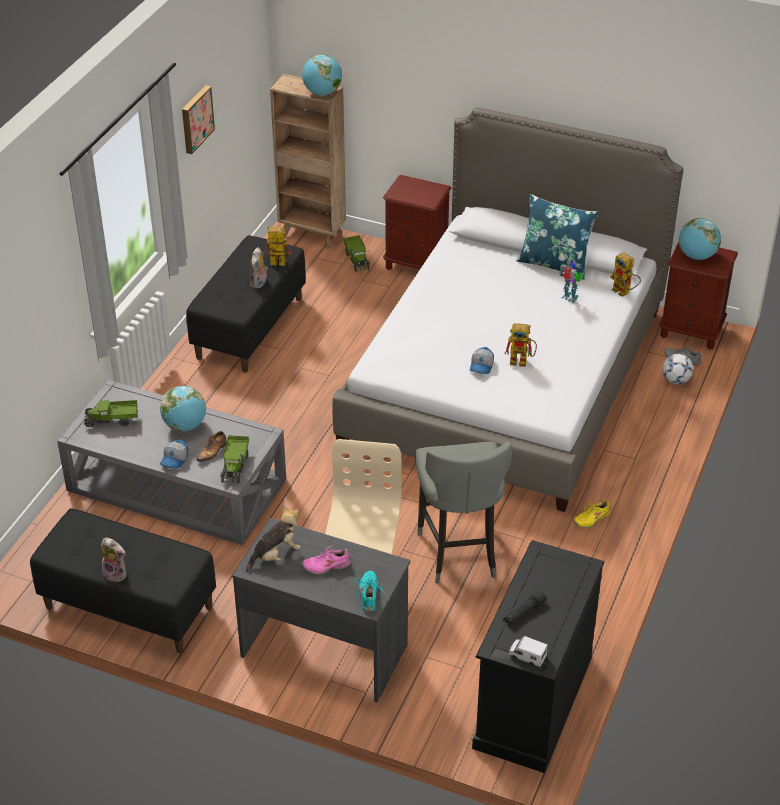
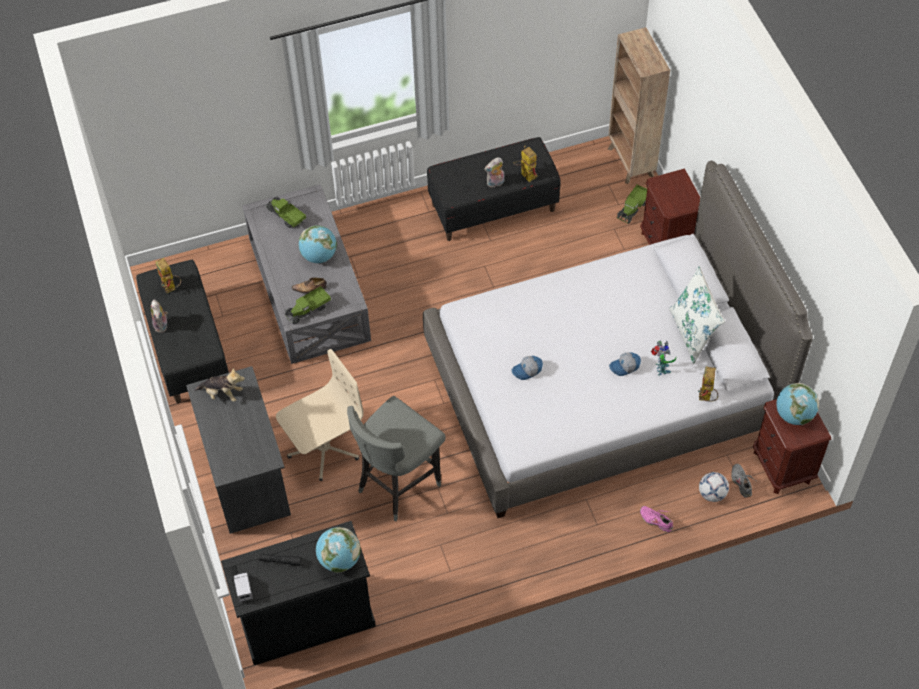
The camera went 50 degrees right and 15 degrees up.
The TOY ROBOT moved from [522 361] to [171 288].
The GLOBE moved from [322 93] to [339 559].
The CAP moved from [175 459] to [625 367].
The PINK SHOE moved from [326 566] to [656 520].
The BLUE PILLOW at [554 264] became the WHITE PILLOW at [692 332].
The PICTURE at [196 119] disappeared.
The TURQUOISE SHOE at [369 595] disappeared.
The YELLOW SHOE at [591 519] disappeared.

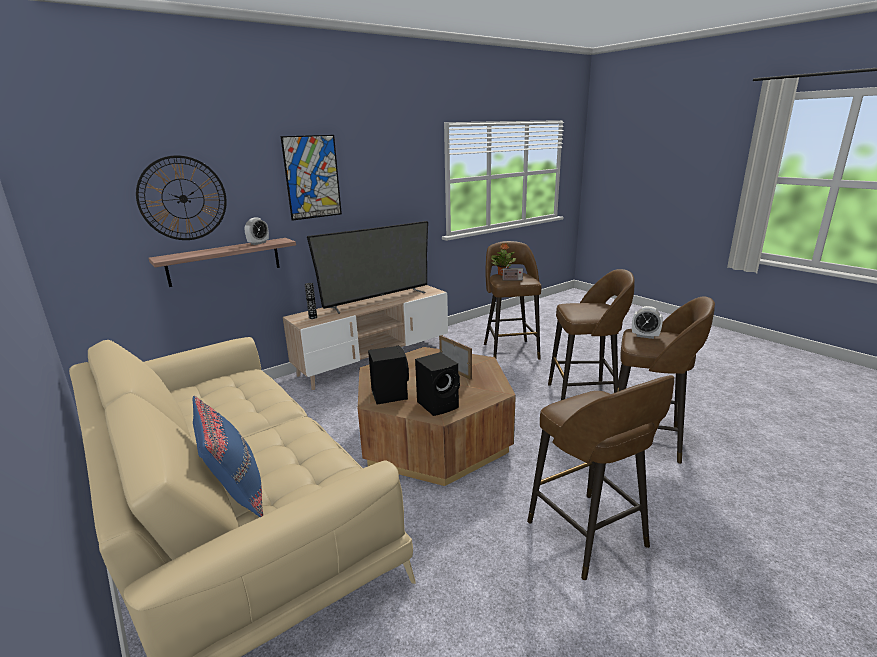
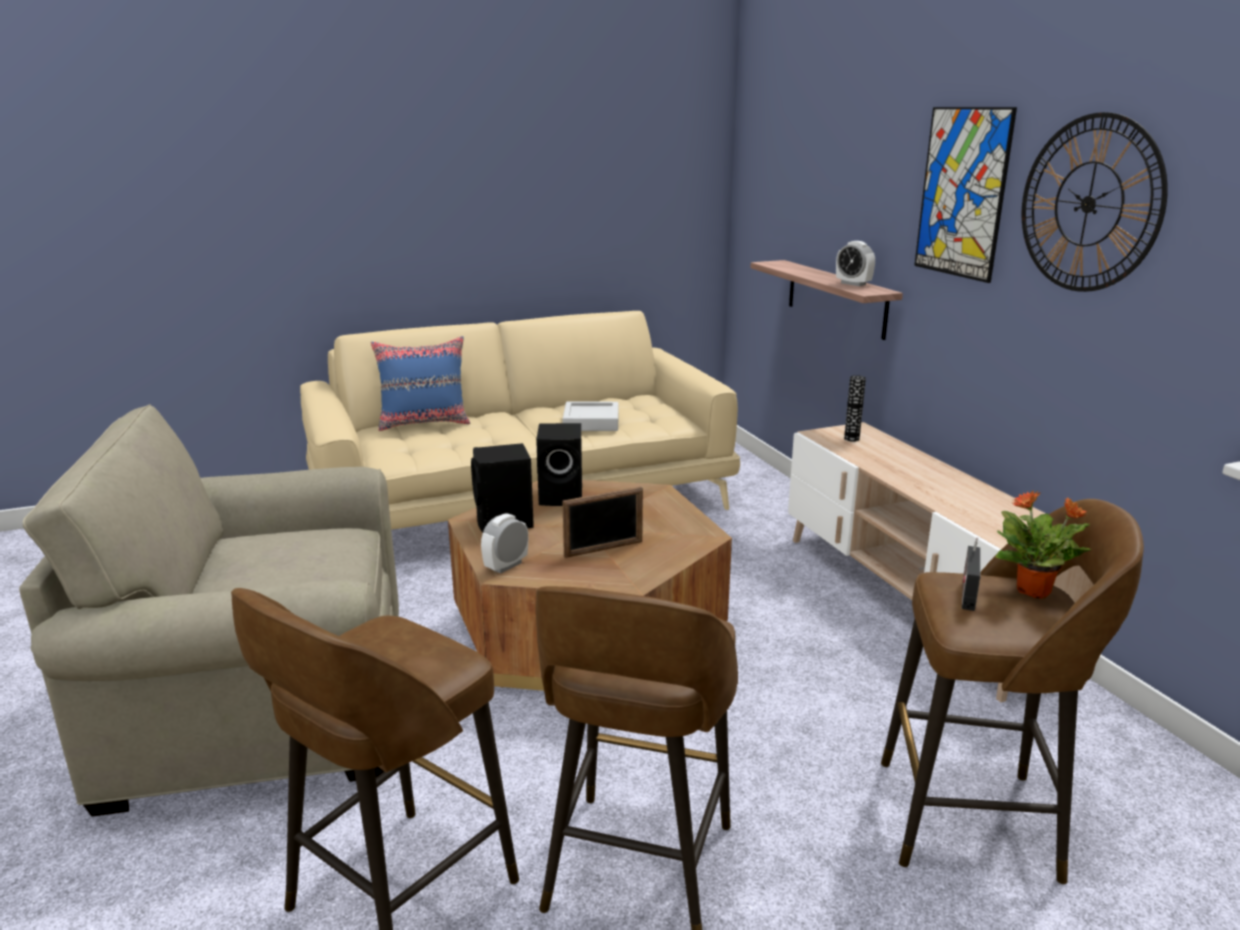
The camera went 105 degrees right and 0 degrees up.
The BROWN STOOL at [589 536] was replaced by the BEIGE ARMCHAIR at [265 706].
The ALARM CLOCK moved from [645 336] to [506 566].
The GREY TRAY at [591 422] appeared.
The WALL CLOCK moved from [183 198] to [1088 204].
The TELEVISION at [377 300] disappeared.

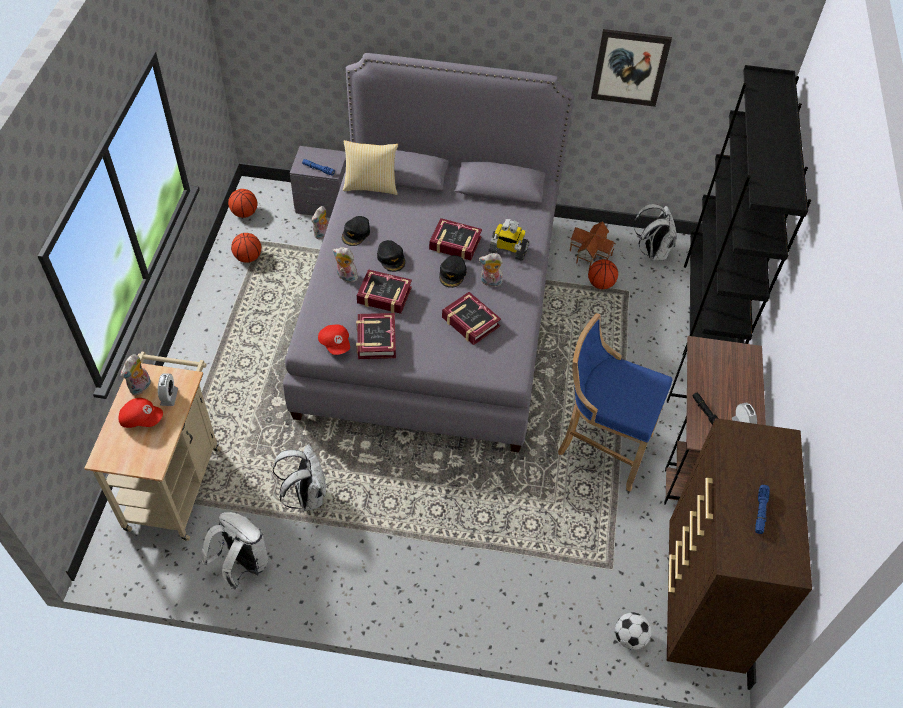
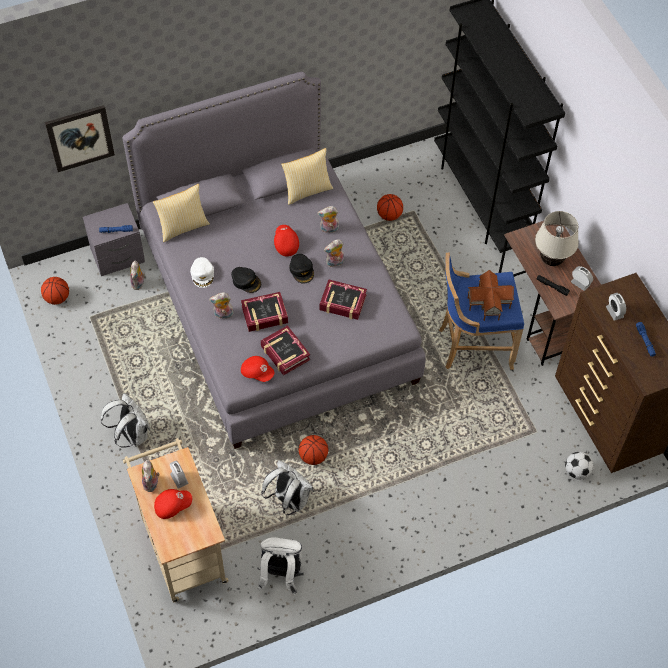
The camera went 30 degrees left and 5 degrees up.
The PICTURE moved from [630 67] to [80 138].
The WHITE BACKPACK moved from [652 252] to [131 435].
The BLACK CAP at [356 233] became the WHITE CAP at [202 274].
The BOOK at [455 243] was replaced by the RED CAP at [285 244].
The PILLOW at [307 190] appeared.
The BASKETBALL moved from [248 257] to [313 456].
The TOY ROBOT at [507 250] was replaced by the PLUSH TOY at [329 229].
The TOY HOUSE moved from [591 253] to [489 303].
The BEIGE TABLE LAMP at [551 260] appeared.
The ALARM CLOCK at [614 312] appeared.

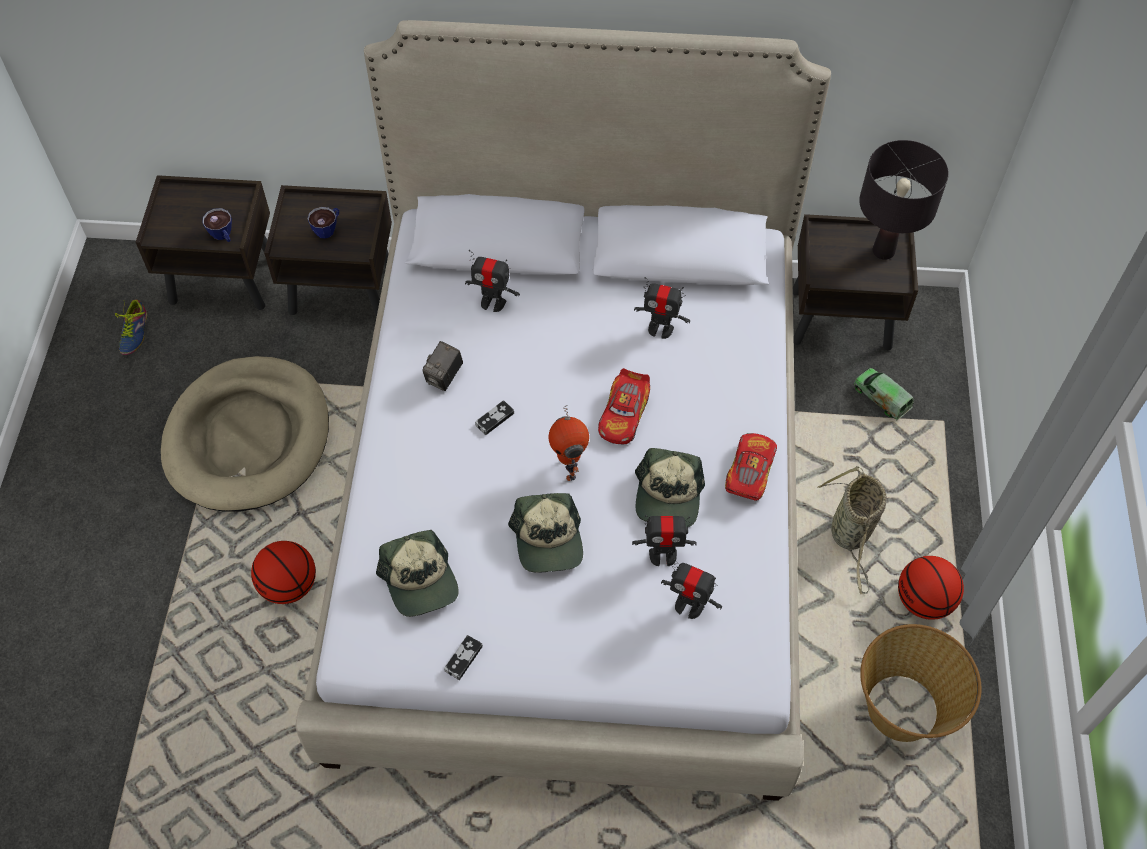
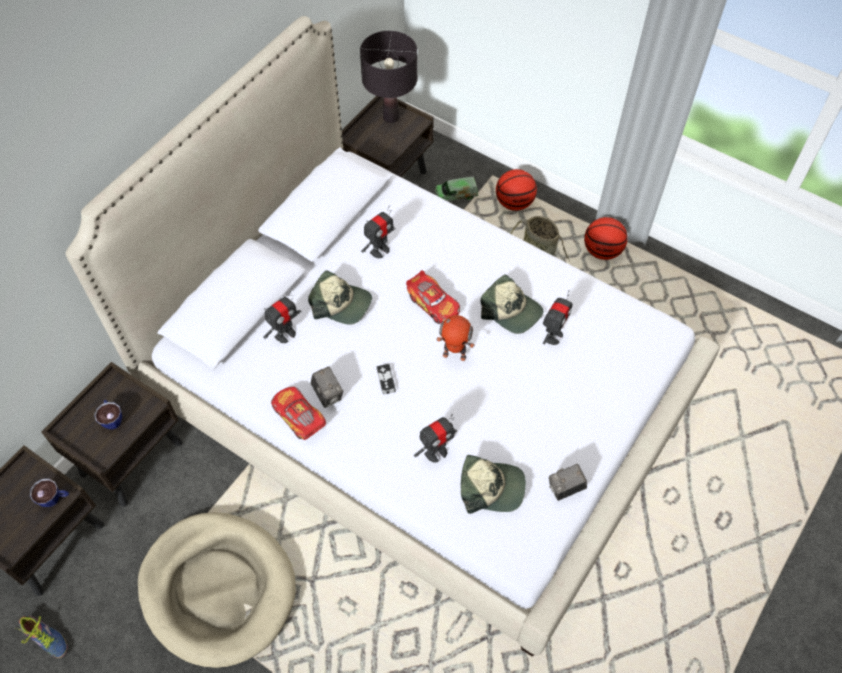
The camera went 60 degrees left and 0 degrees up.
The TOY CAR moved from [749 472] to [299 417].
The CAP moved from [548 540] to [341 304].
The TOY ROBOT moved from [689 606] to [436 452].
The BASKETBALL moved from [289 585] to [514 203].
The GAME CONTROLLER at [463 658] was replaced by the PHOTO CAMERA at [565 489].
The BASKET at [903 709] disappeared.

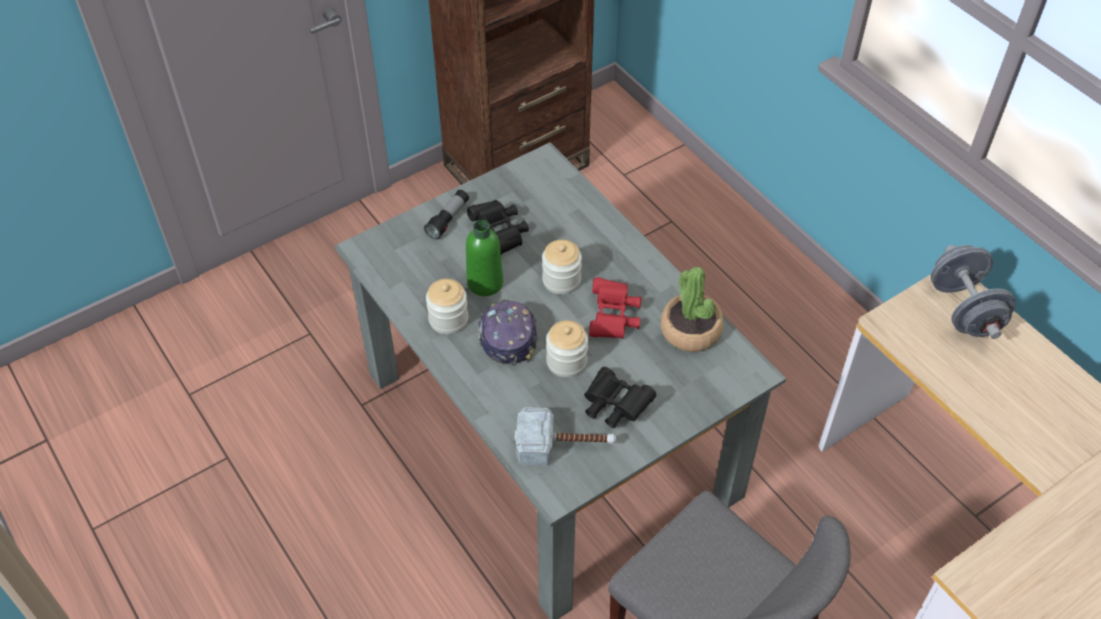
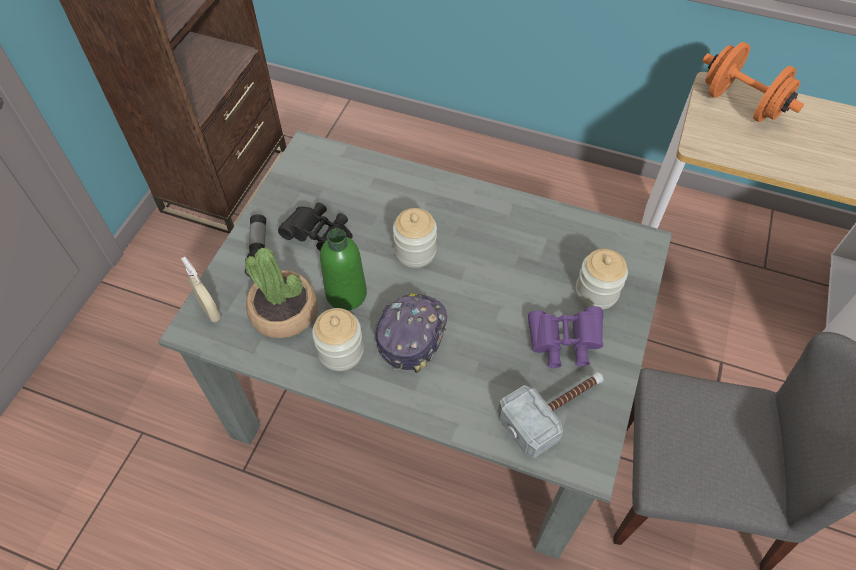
The camera went 35 degrees left and 5 degrees up.
The BEIGE SPRAY BOTTLE at [210 311] appeared.
The POTTED PLANT moved from [691 330] to [284 312].
The CAP at [507 336] turned 60 degrees clockwise.
The BLACK BINOCULARS at [614 406] became the PURPLE BINOCULARS at [563 343].
The JAR moved from [566 362] to [596 292].
The GREY DUMBBELL at [964 310] became the ORANGE DUMBBELL at [741 104].
The RED BINOCULARS at [613 318] disappeared.

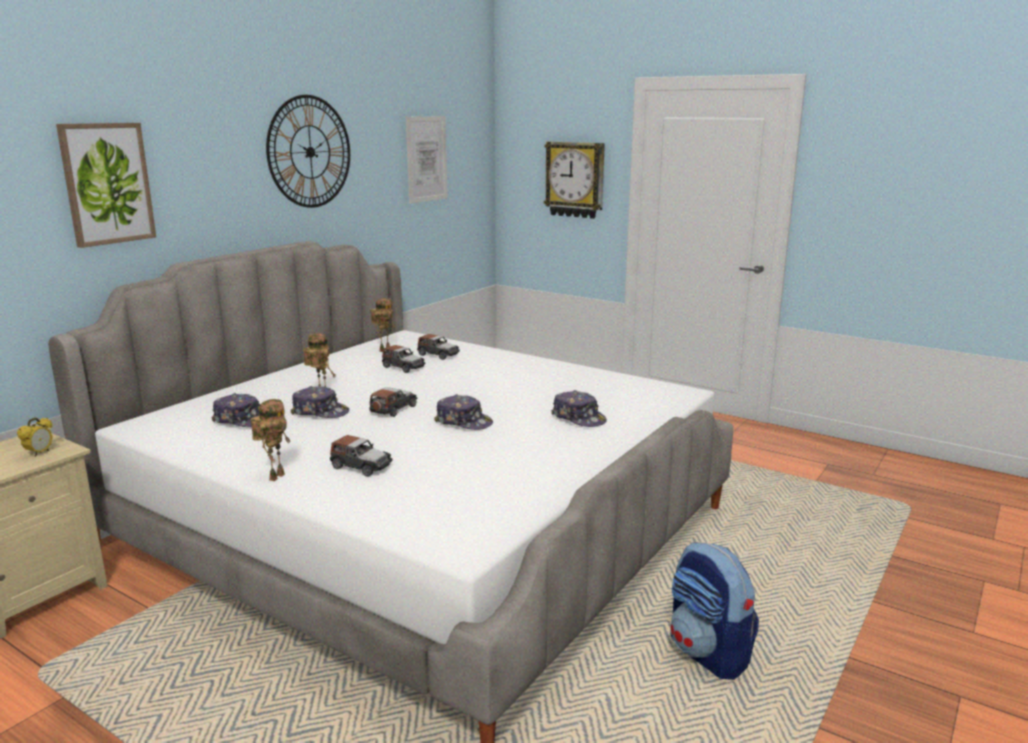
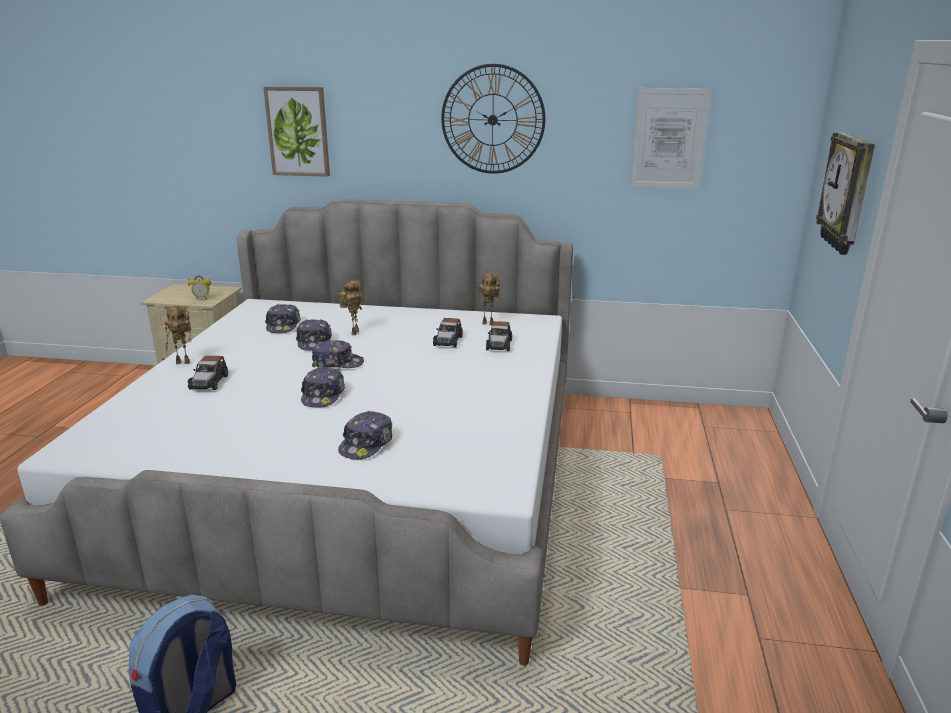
The camera went 65 degrees right and 5 degrees up.
The TOY CAR at [393 409] was replaced by the CAP at [337 363].

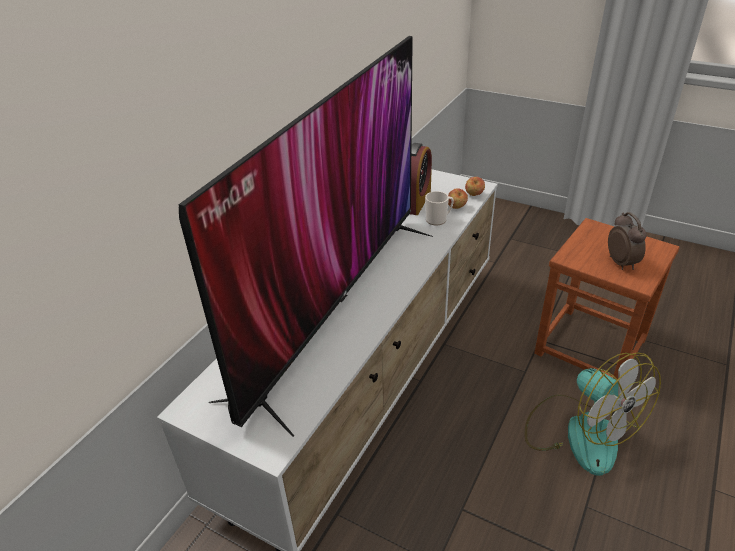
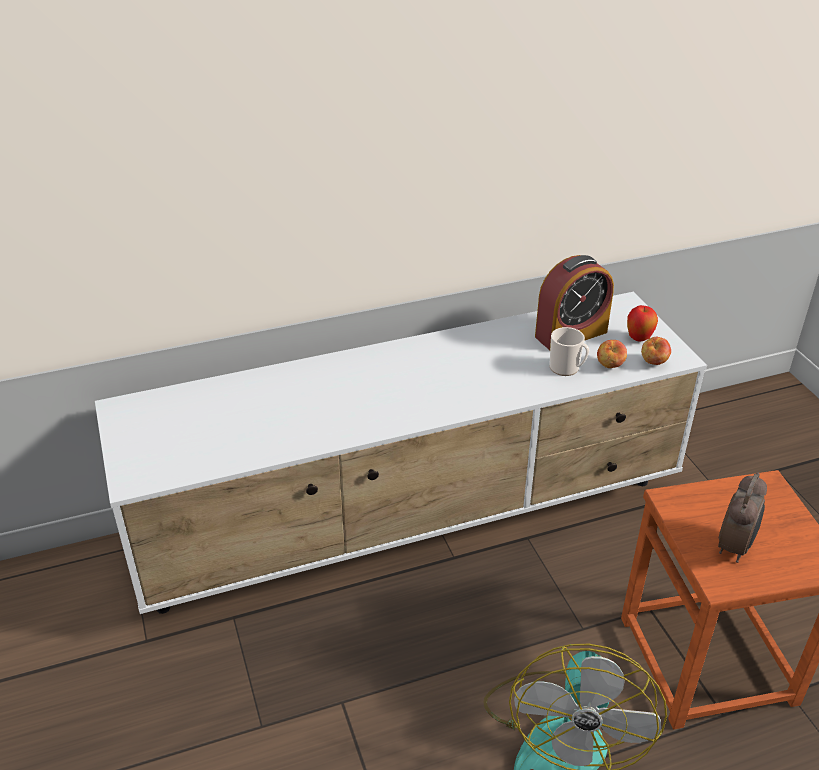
The camera went 40 degrees right and 0 degrees up.
The APPLE at [639 339] appeared.
The TELEVISION at [335 305] disappeared.

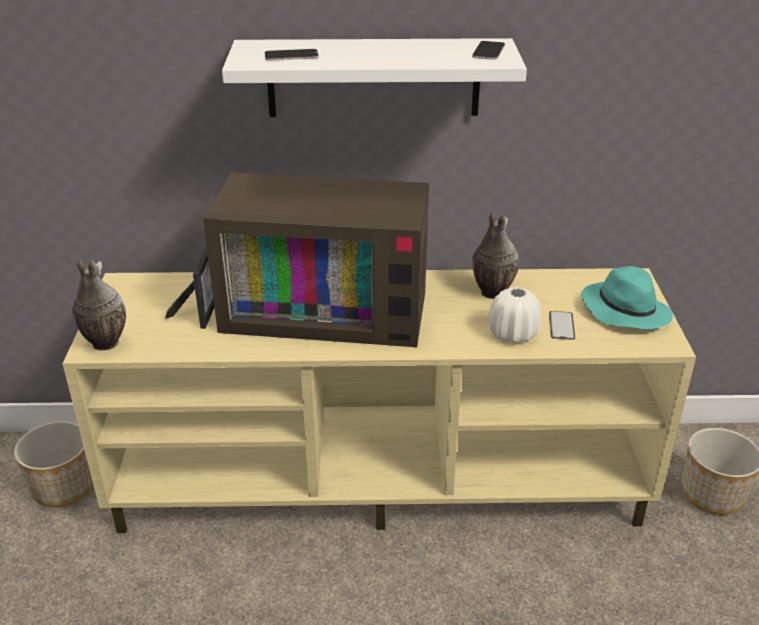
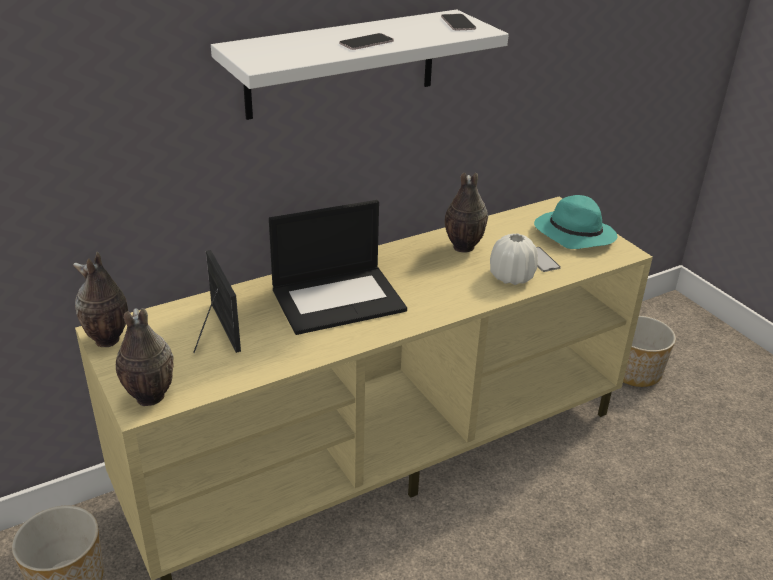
The camera went 30 degrees left and 0 degrees up.
The VASE at [107 340] appeared.
The TELEVISION at [328 308] was replaced by the LAPTOP at [339 299].
The PHONE moved from [291 56] to [366 42].

